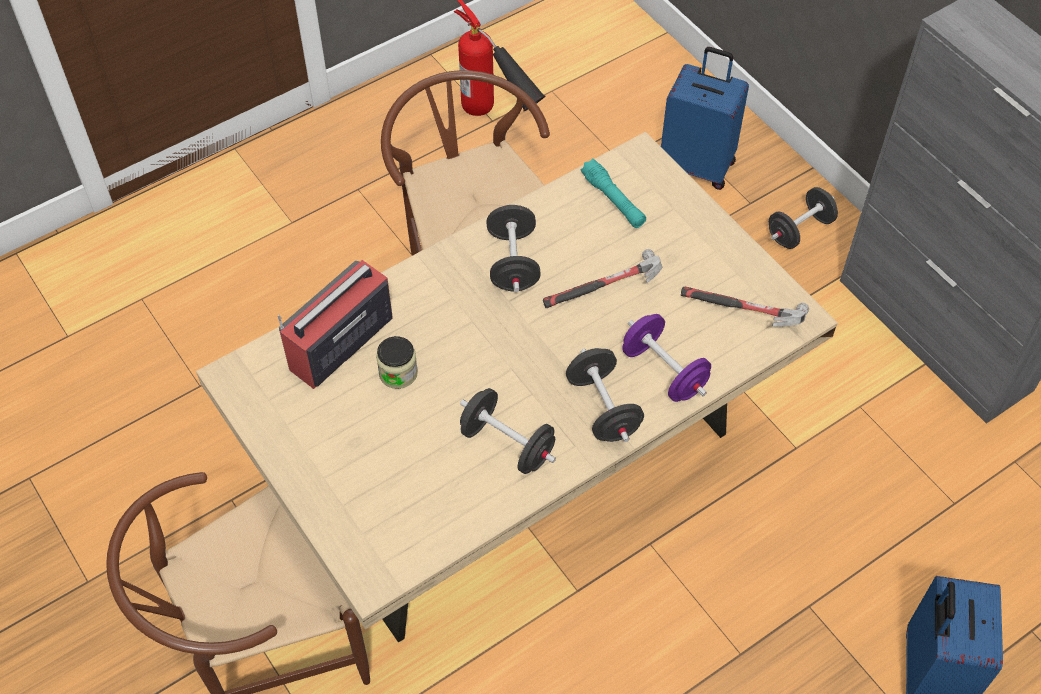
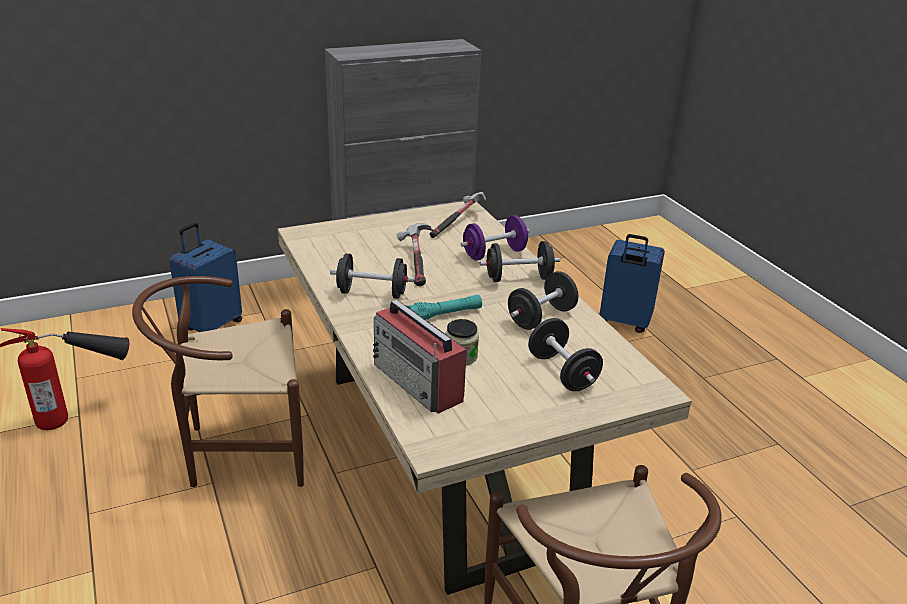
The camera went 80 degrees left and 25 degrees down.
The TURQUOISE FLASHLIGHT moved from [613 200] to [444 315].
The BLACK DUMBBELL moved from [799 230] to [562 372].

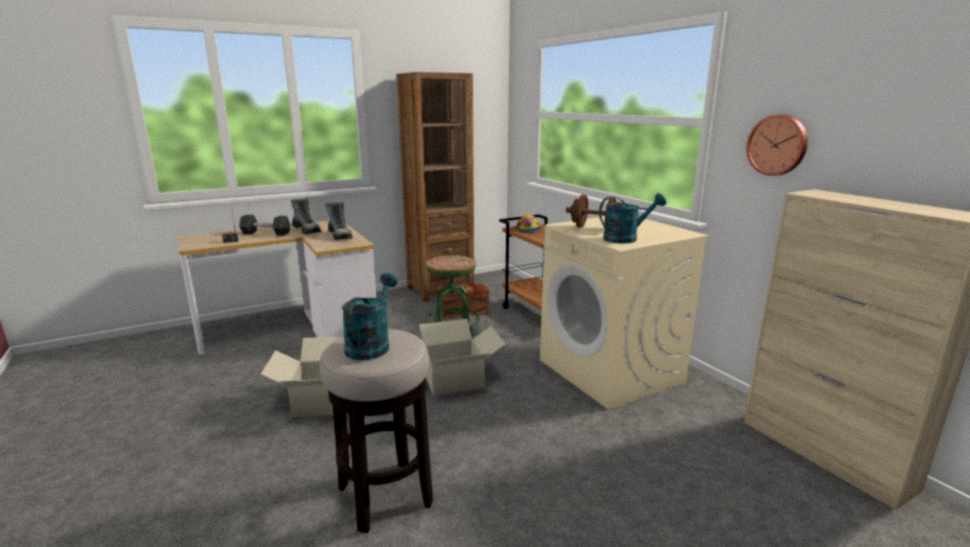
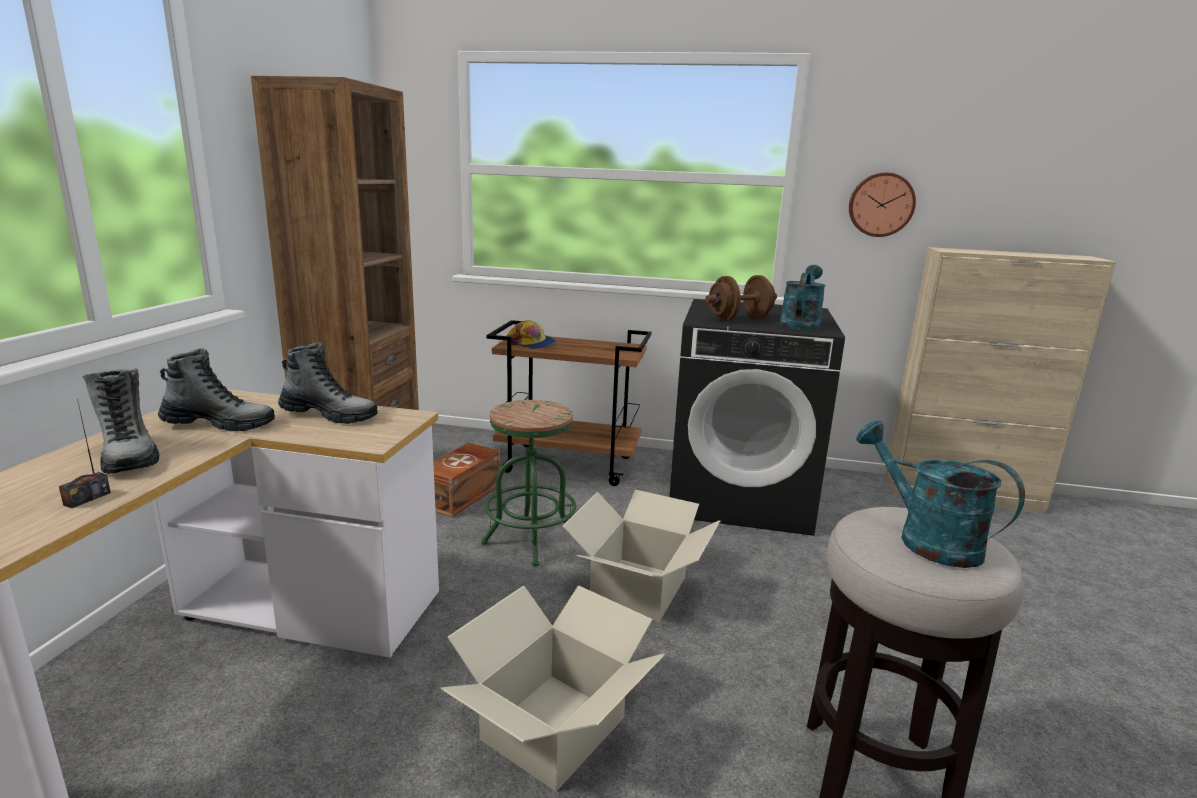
The camera went 50 degrees left and 0 degrees up.
The BLACK DUMBBELL at [266 233] was replaced by the BOOT at [129 455].
The BEIGE WASHING MACHINE at [611 371] became the BLACK WASHING MACHINE at [741 496].

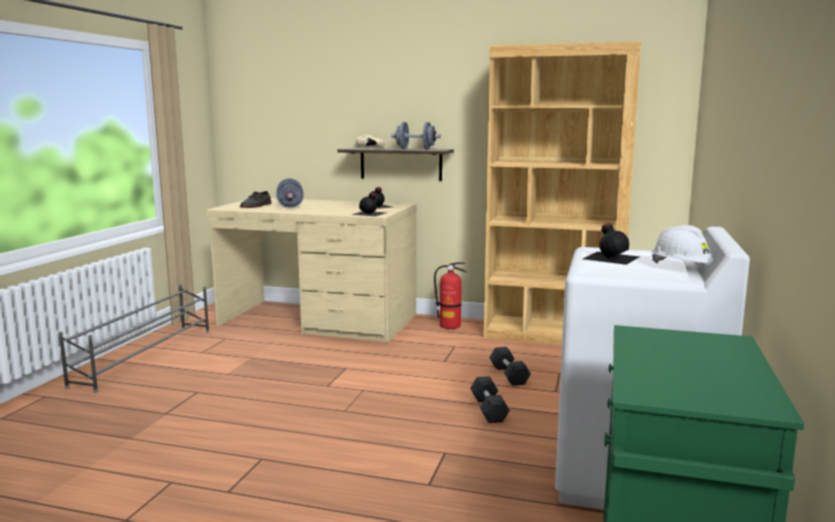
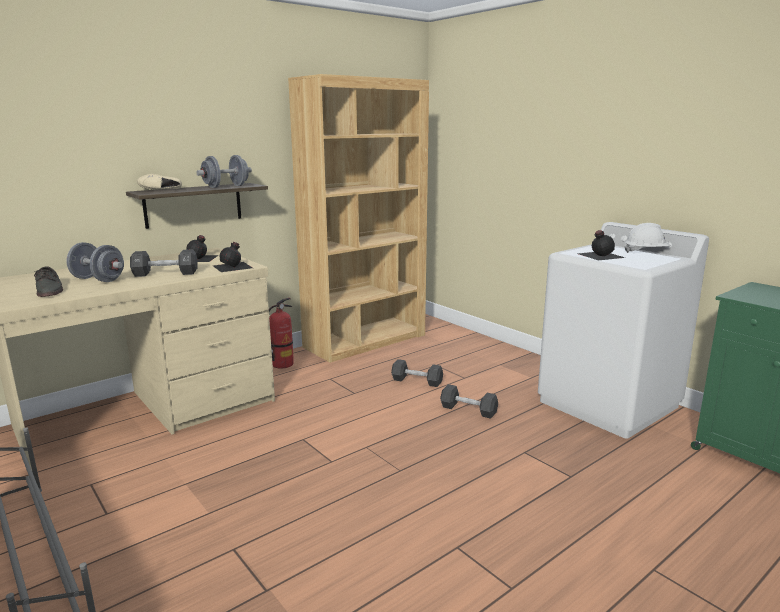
The camera went 55 degrees left and 5 degrees up.
The BLACK DUMBBELL at [165 274] appeared.

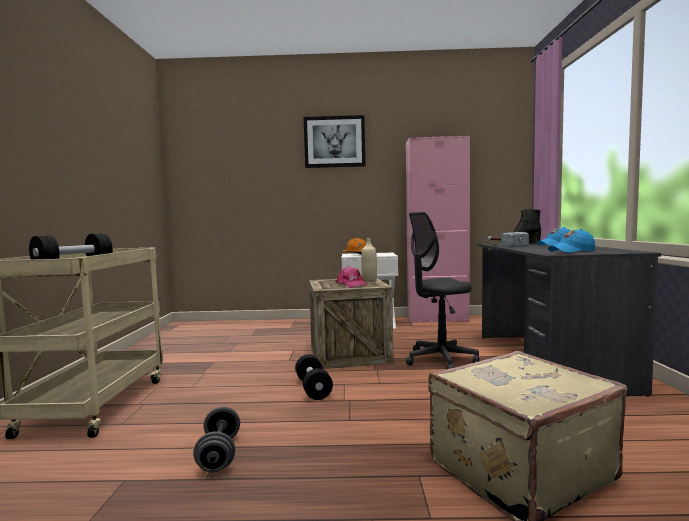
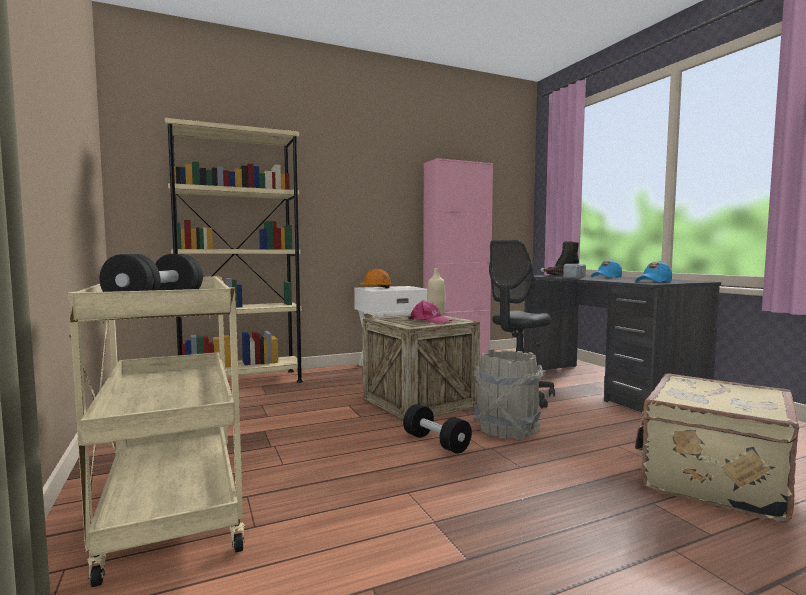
The camera went 25 degrees left and 0 degrees up.
The BEIGE BOOKCASE at [241 382] appeared.
The GREY BUCKET at [507 429] appeared.
The GREY DUMBBELL at [219 454] disappeared.
The PICTURE at [334 142] disappeared.

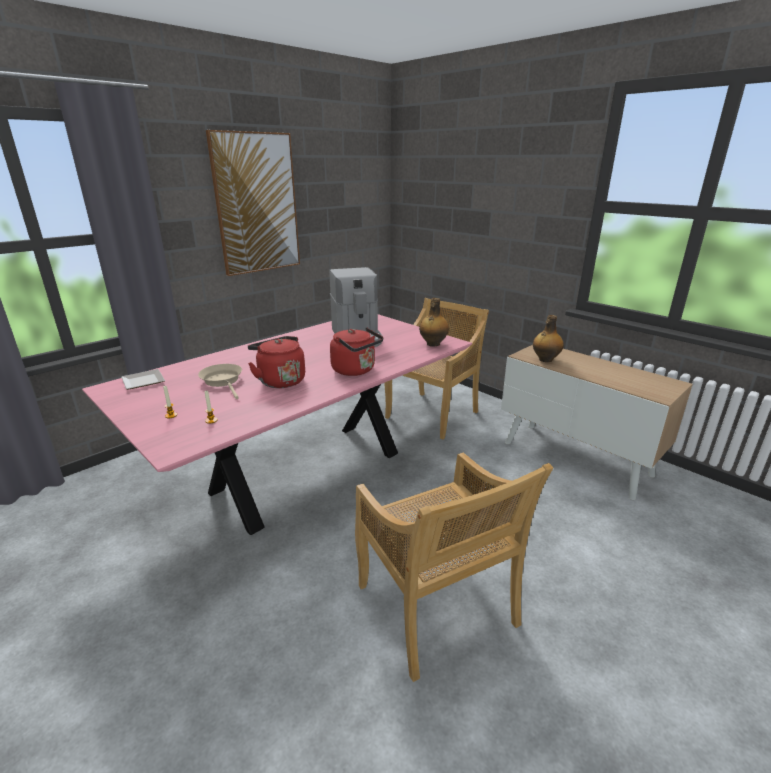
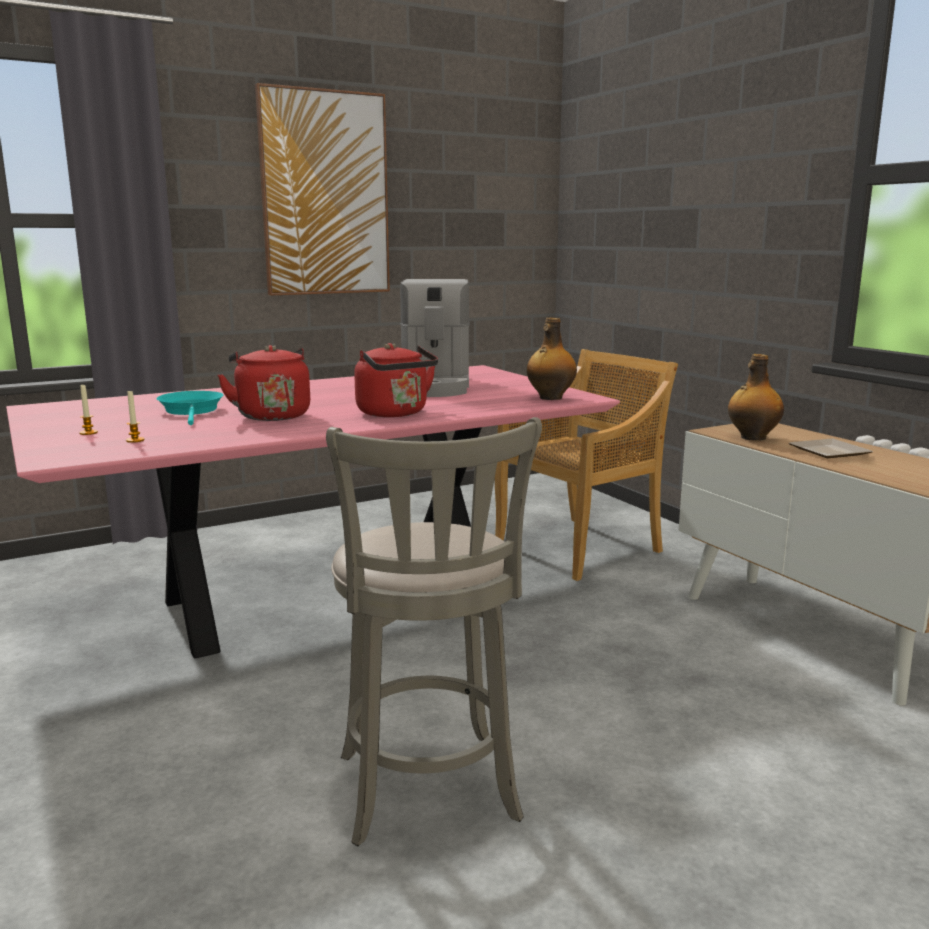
The camera went 15 degrees right and 10 degrees down.
The BEIGE FRYING PAN at [223 381] became the TURQUOISE FRYING PAN at [192 411].
The BEIGE CHAIR at [437 607] was replaced by the GREY STOOL at [429 793].
The PLATE moved from [144 381] to [829 451].

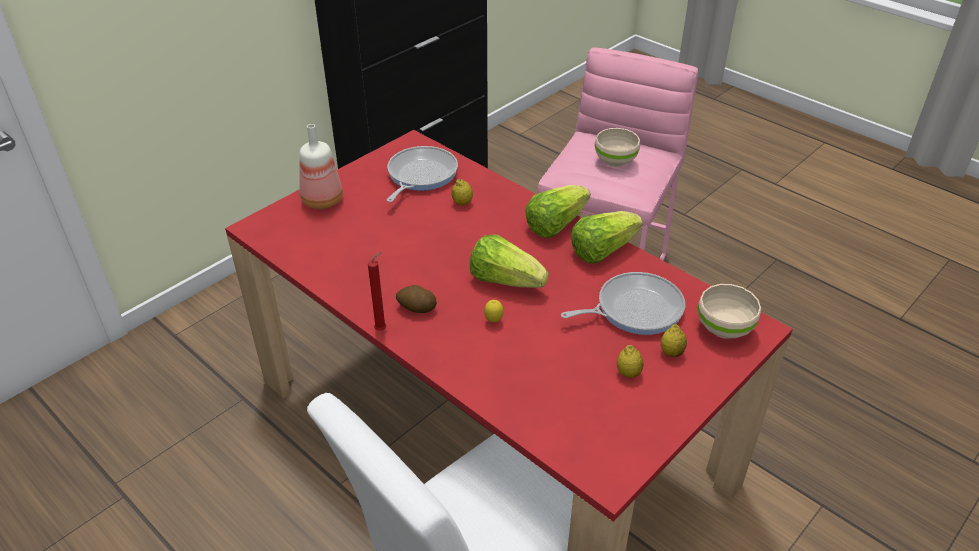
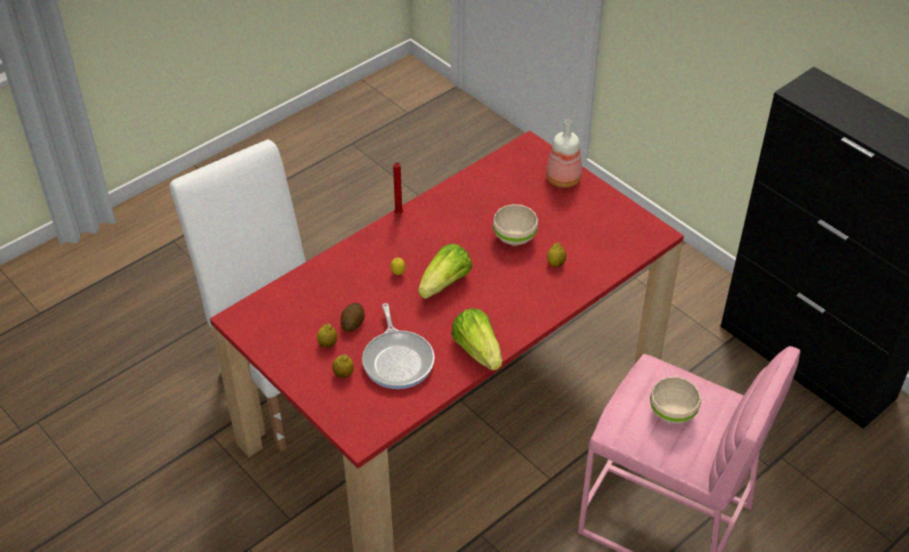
The camera went 95 degrees right and 5 degrees up.
The POTATO moved from [416 308] to [352 323].
The BEIGE BOWL moved from [725 328] to [514 238].
The FRYING PAN at [420 175] disappeared.
The LETTUCE at [555 225] disappeared.

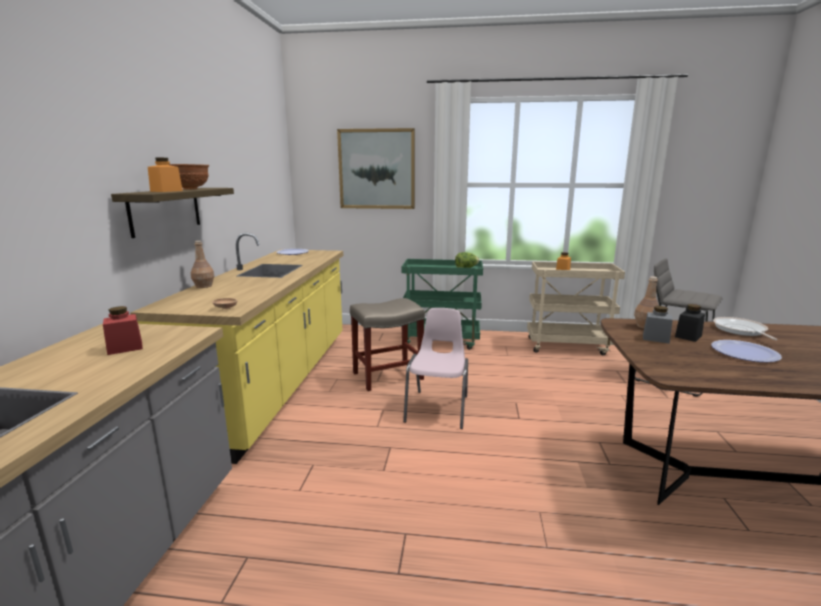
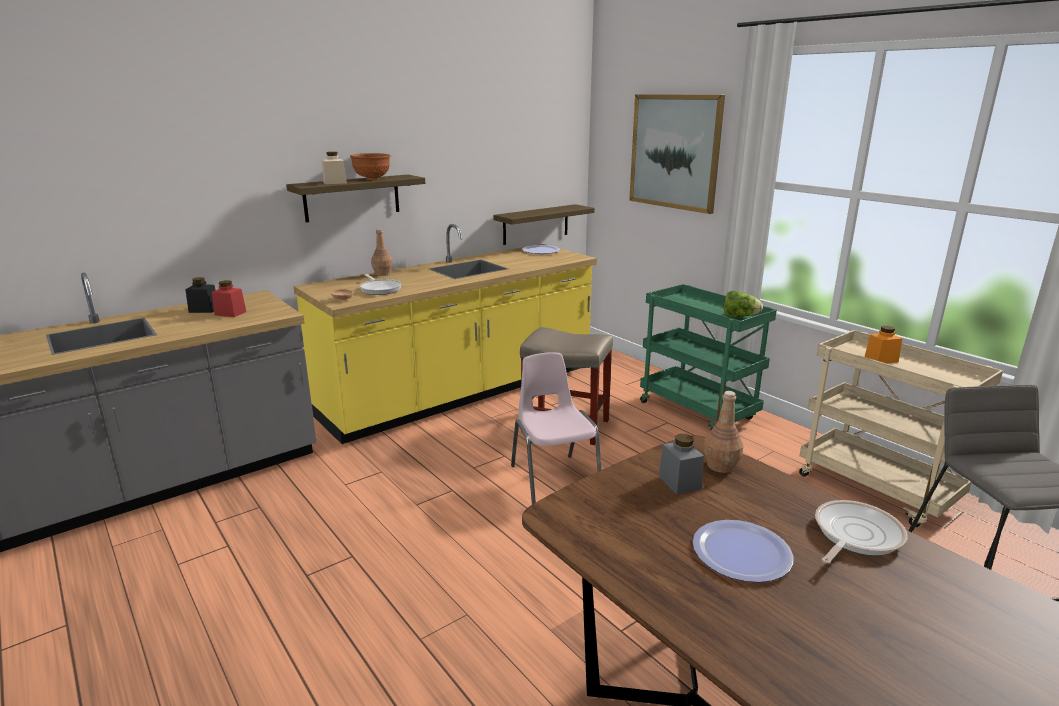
The camera went 45 degrees right and 5 degrees up.
The BLACK JAR moved from [688 336] to [204 309].
The ORANGE JAR at [166 191] became the BEIGE JAR at [335 182].
The FRYING PAN at [380 289] appeared.
The SHELF at [536 224] appeared.
The PINK CHAIR at [438 408] turned 75 degrees counterclockwise.

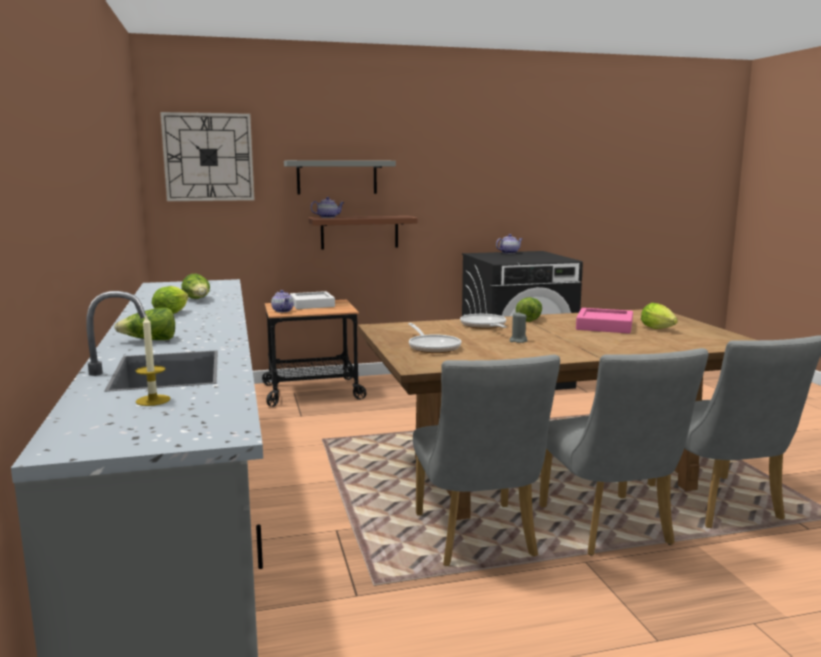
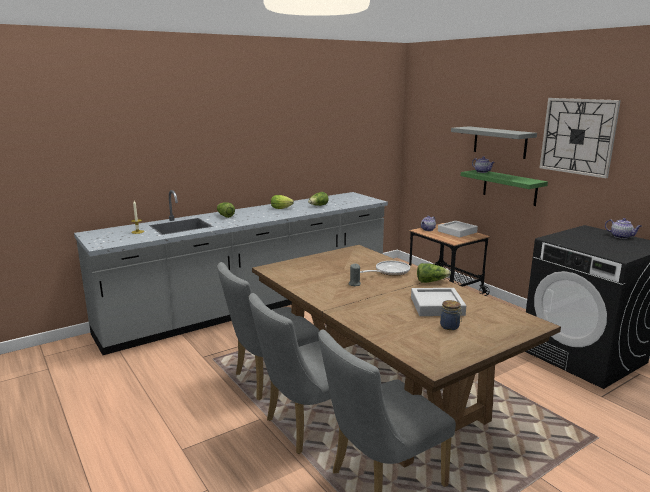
The camera went 70 degrees right and 5 degrees up.
The PINK TRAY at [604 326] became the GREY TRAY at [437 306].
The LETTUCE at [659 329] was replaced by the JAR at [450 327].
The BROWN SHELF at [359 232] became the GREEN SHELF at [509 187].
The WALL CLOCK moved from [208 157] to [578 136].
The FRYING PAN at [433 347] disappeared.

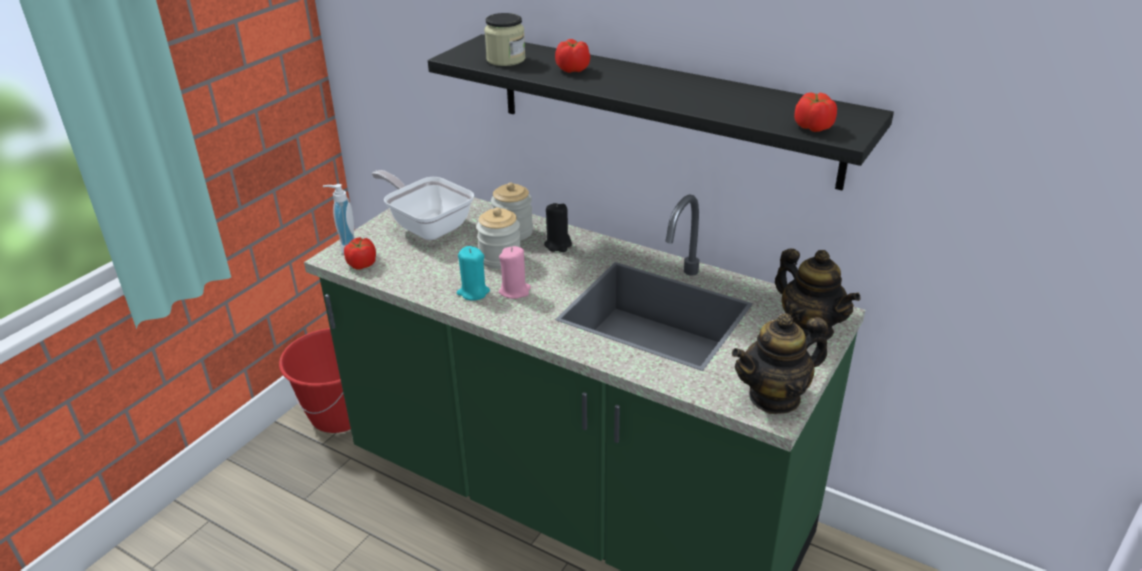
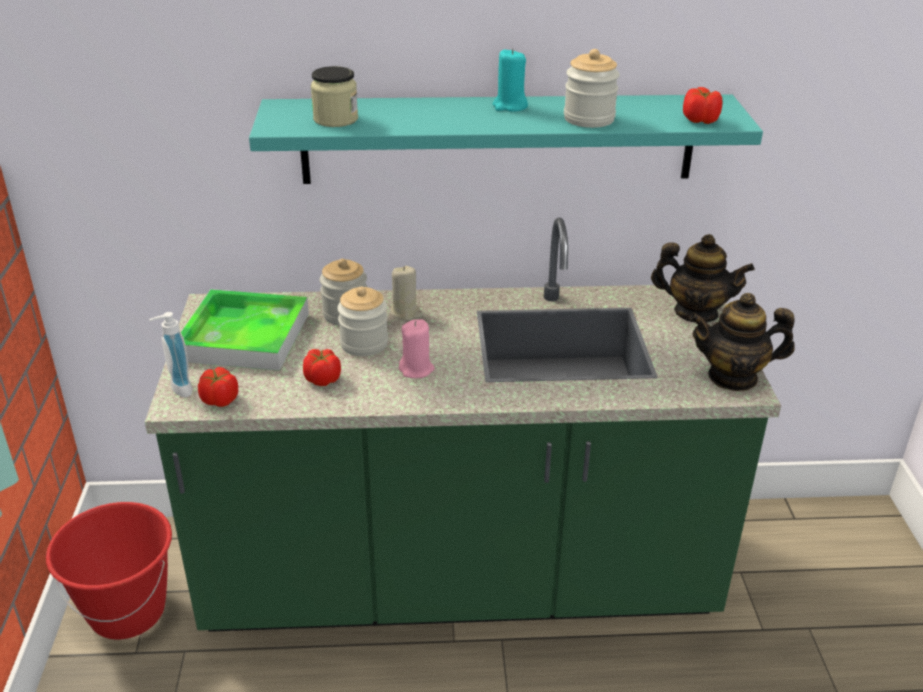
The camera went 35 degrees left and 0 degrees up.
The FRYING PAN at [427 225] was replaced by the TRAY at [244 336].
The BLACK SHELF at [663 108] became the TURQUOISE SHELF at [498 139].
The TOMATO moved from [572 69] to [322 379].
The BLACK CANDLE at [558 245] became the BEIGE CANDLE at [405 312].
The TURQUOISE CANDLE moved from [473 292] to [509 106].
The JAR at [589 119] appeared.
The TEAPOT at [774 397] turned 60 degrees clockwise.

